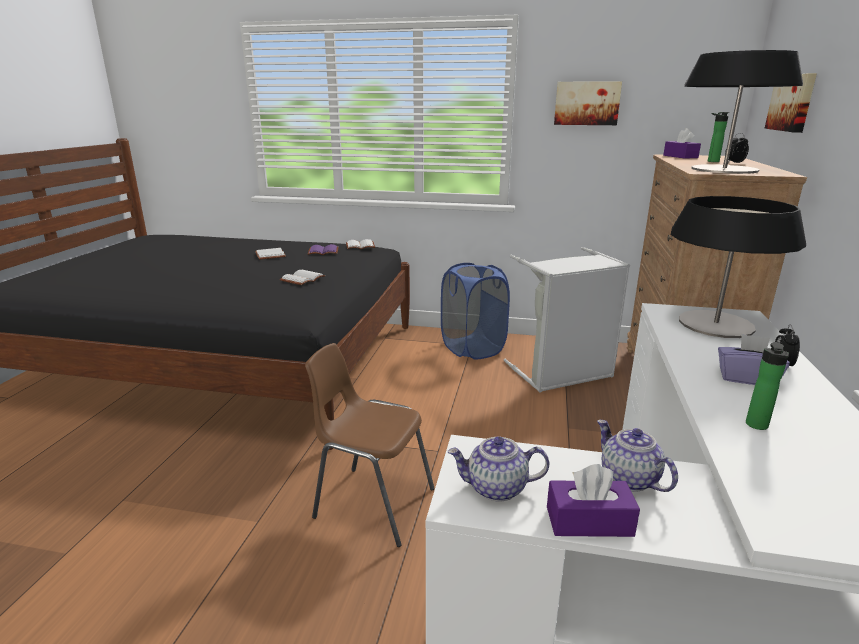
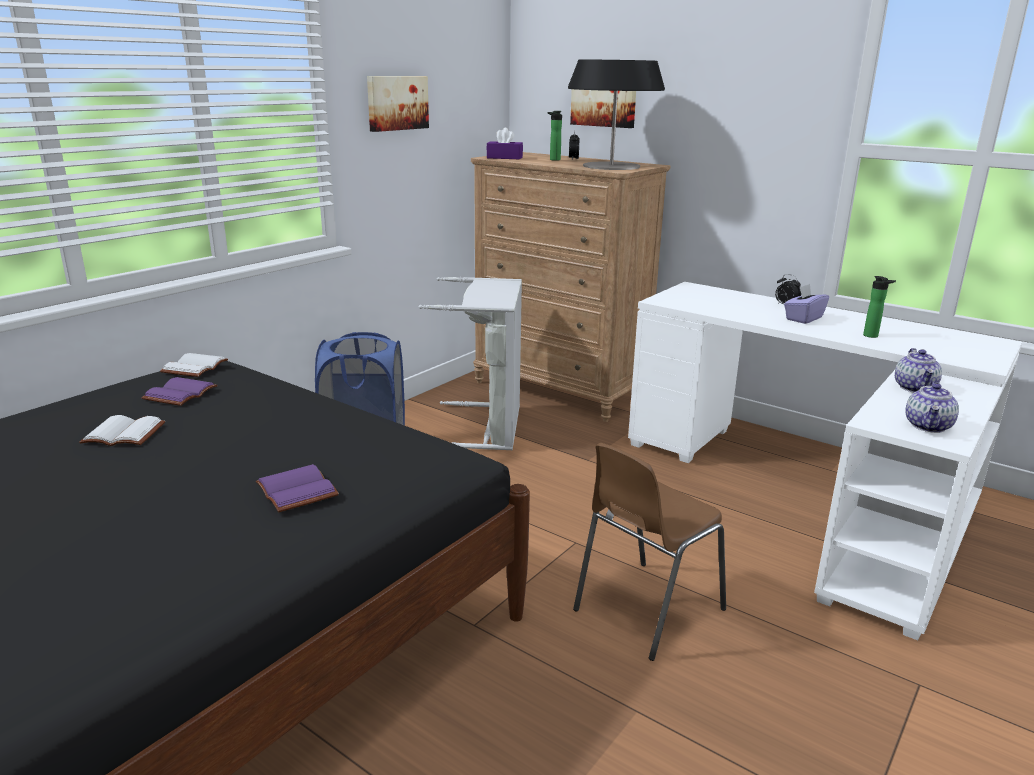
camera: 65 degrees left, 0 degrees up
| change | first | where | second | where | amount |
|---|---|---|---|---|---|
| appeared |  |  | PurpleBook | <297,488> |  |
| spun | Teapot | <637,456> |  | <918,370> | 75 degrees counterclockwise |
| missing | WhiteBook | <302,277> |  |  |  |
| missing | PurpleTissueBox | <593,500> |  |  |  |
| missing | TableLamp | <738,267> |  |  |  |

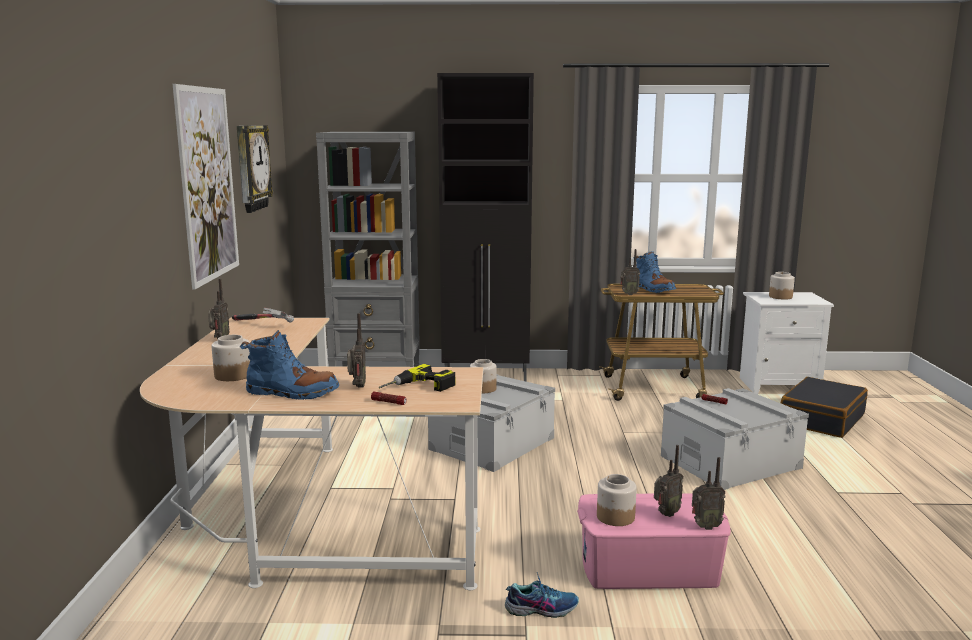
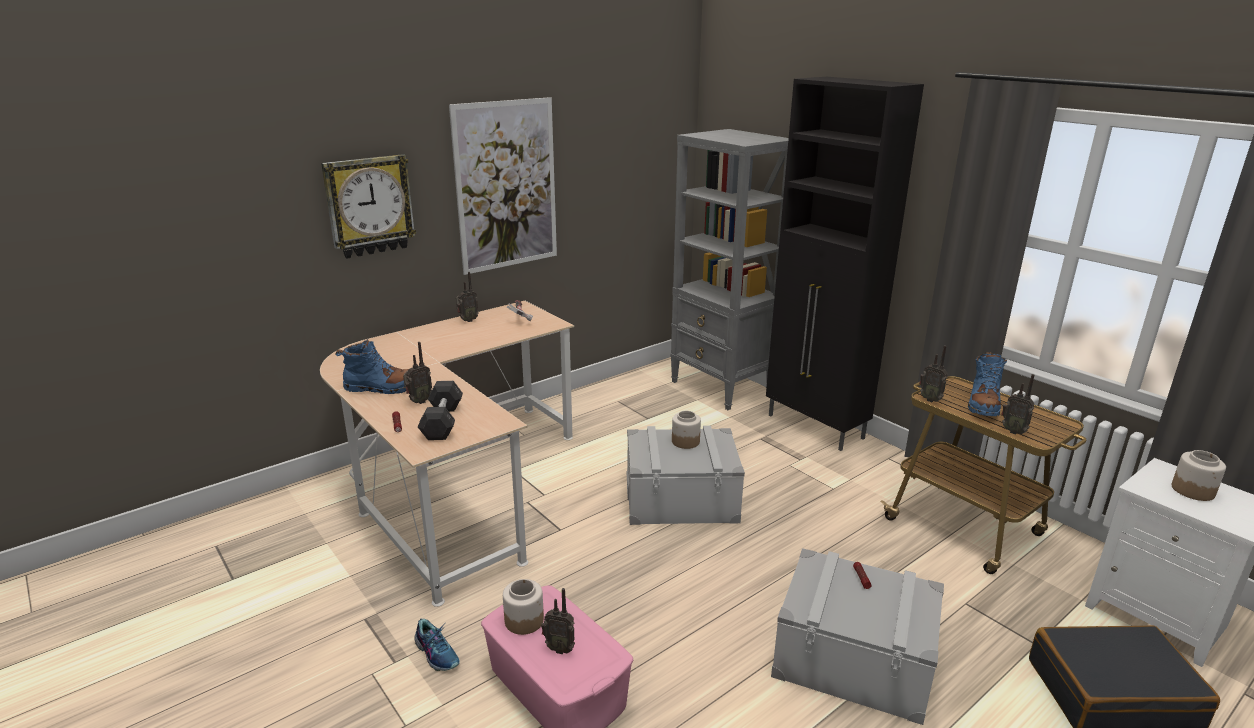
camera: 50 degrees right, 10 degrees up
| change | first | where | second | where | amount |
|---|---|---|---|---|---|
| relocated | WallClock | <255,169> |  | <368,206> |  |
| spun | BlueBoot | <289,365> |  | <372,366> | 60 degrees counterclockwise |
| exchanged | PowerDrill | <417,378> | GreyDumbbell | <440,410> |  |
| relocated | Radio | <709,493> |  | <1018,404> |  |
| missing | Jar | <230,358> |  |  |  |

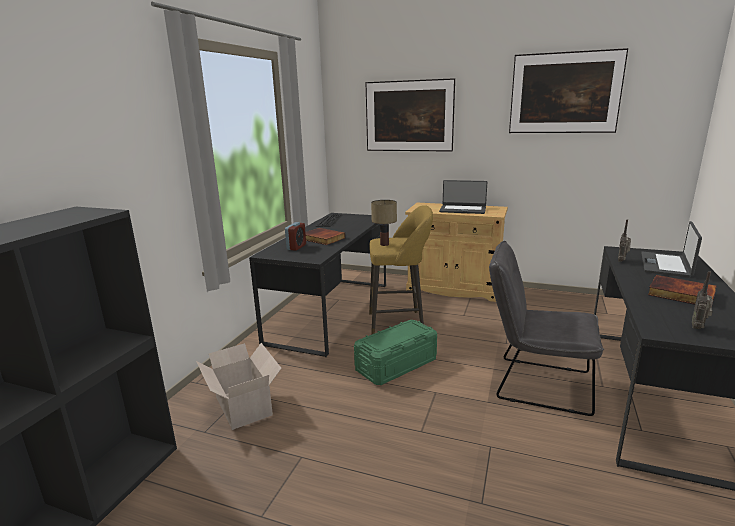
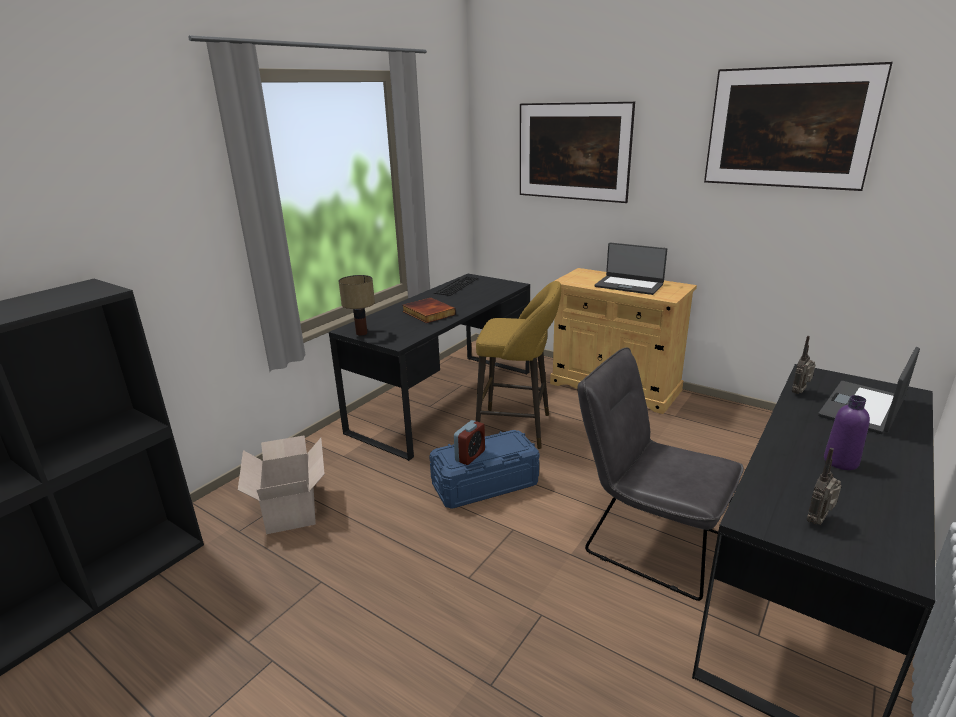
camera: 15 degrees right, 5 degrees up
| change | first | where | second | where | amount |
|---|---|---|---|---|---|
| relocated | TableLamp | <384,223> |  | <357,305> |  |
| colour | GreenStorageBox | <395,352> | BlueStorageBox | <484,469> |  |
| relocated | AlarmClock | <295,236> |  | <469,442> |  |
| exchanged | Book | <682,291> | PurpleBottle | <847,432> |  |

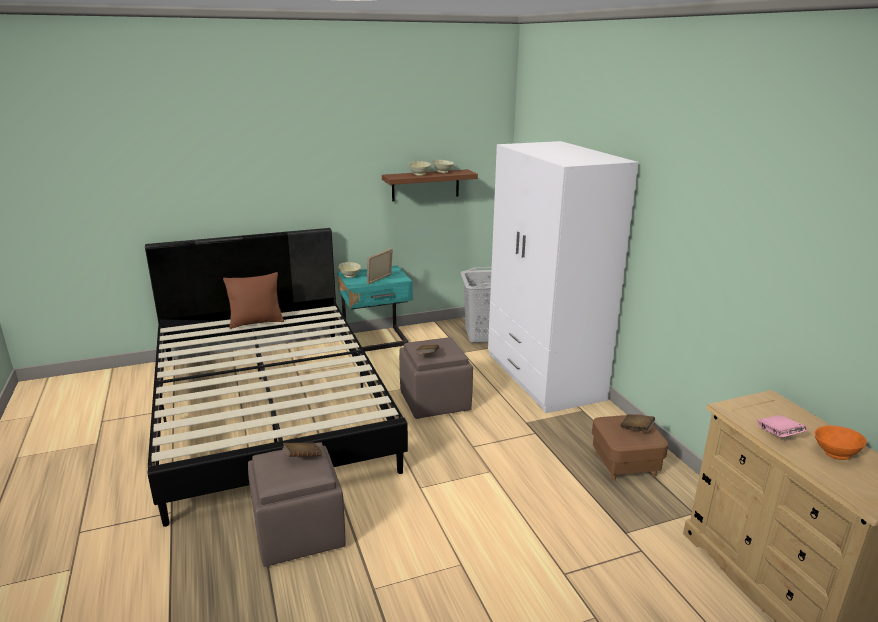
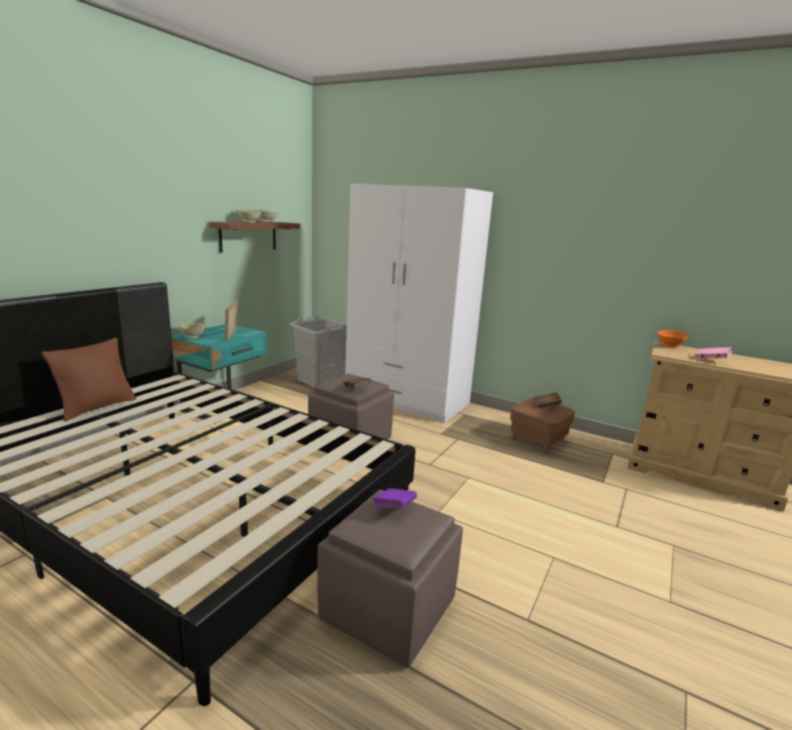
camera: 40 degrees left, 5 degrees down
| change | first | where | second | where | amount |
|---|---|---|---|---|---|
| colour | BrownBook | <302,450> | PurpleBook | <395,498> |  |
| relocated | OrangeBowl | <841,443> |  | <673,339> |  |

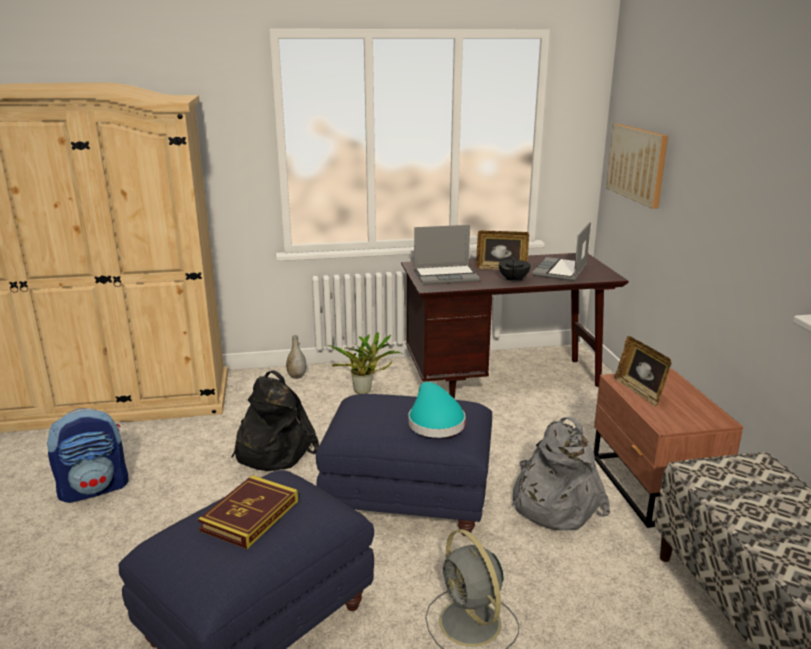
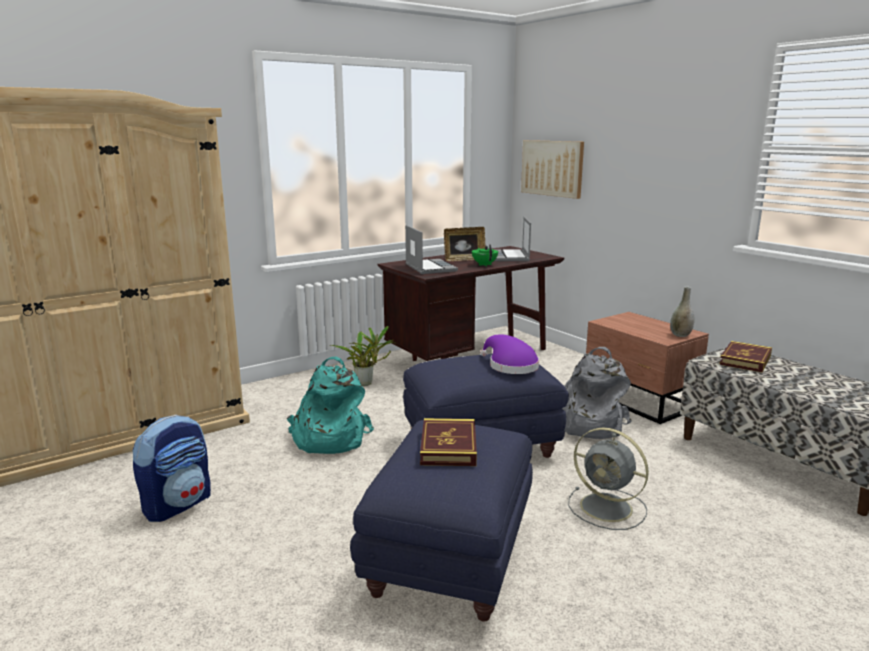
camera: 25 degrees left, 5 degrees down
| change | first | where | second | where | amount |
|---|---|---|---|---|---|
| colour | BlackBackpack | <275,420> | TurquoiseBackpack | <330,405> |  |
| spun | Laptop | <447,255> |  | <431,249> | 75 degrees counterclockwise |
| colour | BlackTeapot | <515,270> | GreenTeapot | <485,255> |  |
| colour | TurquoiseHat | <437,410> | PurpleHat | <509,354> |  |
| relocated | GreyVase | <296,357> |  | <682,311> |  |
| appeared |  |  | Book | <745,357> |  |
| missing | PictureFrame | <643,371> |  |  |  |

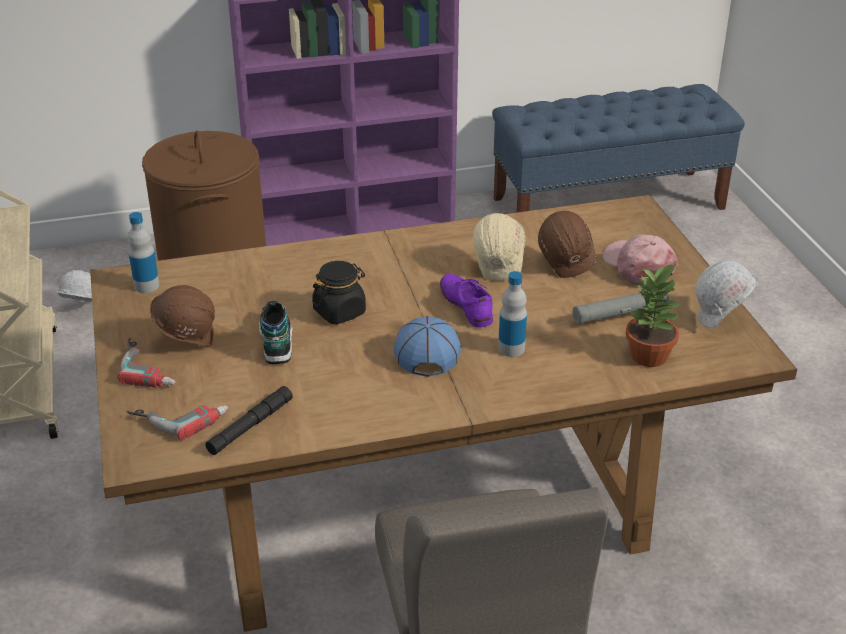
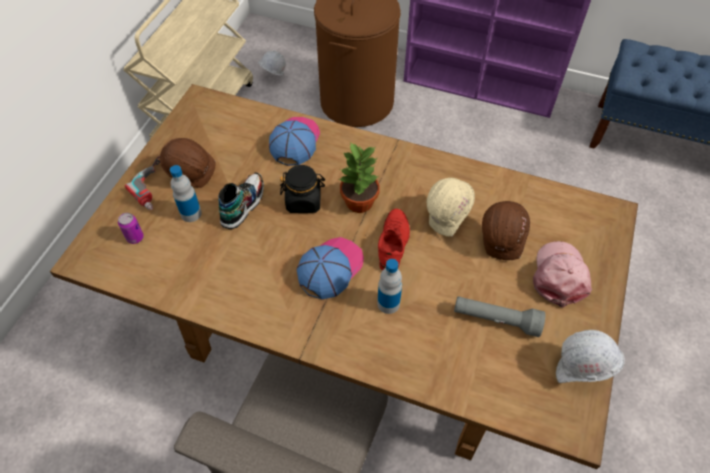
camera: 35 degrees right, 20 degrees up
| change | first | where | second | where | amount |
|---|---|---|---|---|---|
| exchanged | PowerDrill | <177,423> | Can | <131,228> |  |
| relocated | Bottle | <143,252> |  | <186,193> |  |
| appeared |  |  | Cap | <294,141> |  |
| relocated | PottedPlant | <654,315> |  | <359,177> |  |
| colour | PurpleShoe | <466,301> | RedShoe | <394,240> |  |
| missing | BlackFlashlight | <249,420> |  |  |  |

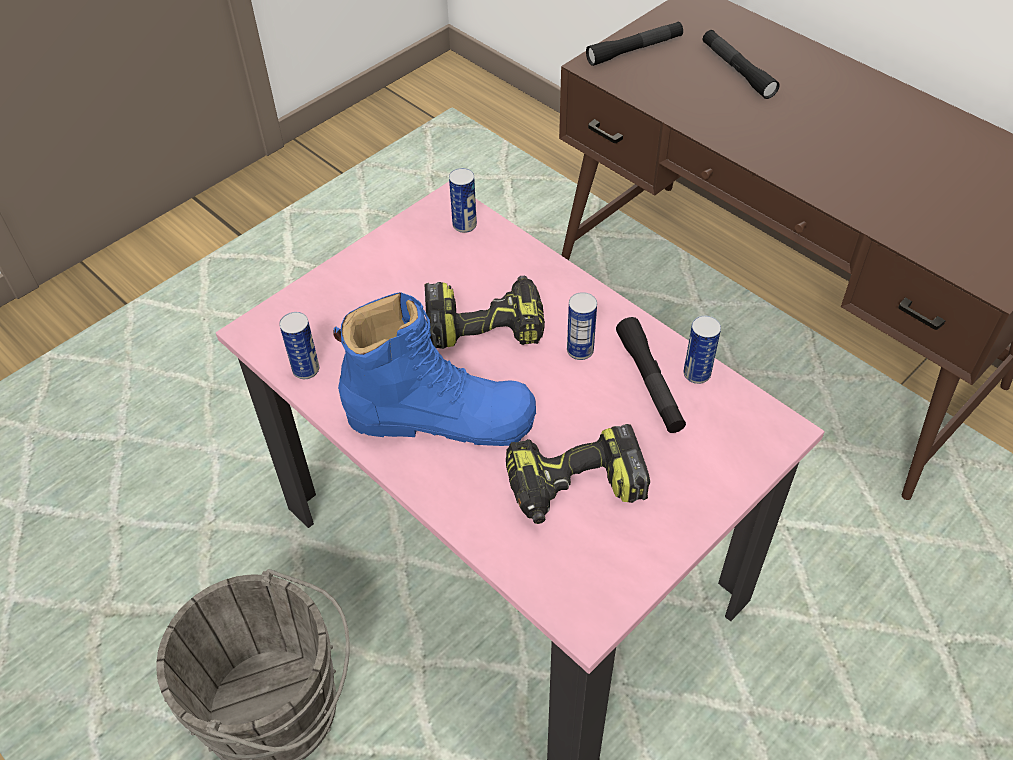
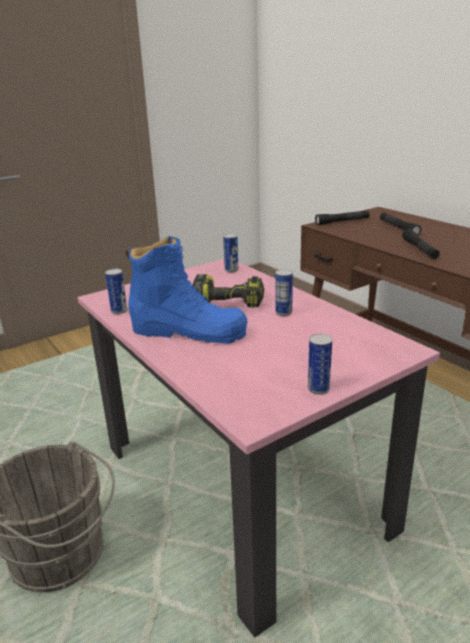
camera: 10 degrees right, 25 degrees down
| change | first | where | second | where | amount |
|---|---|---|---|---|---|
| relocated | Can | <702,350> |  | <320,364> |  |
| relocated | BlackFlashlight | <651,375> |  | <421,244> |  |
| missing | PowerDrill | <578,474> |  |  |  |

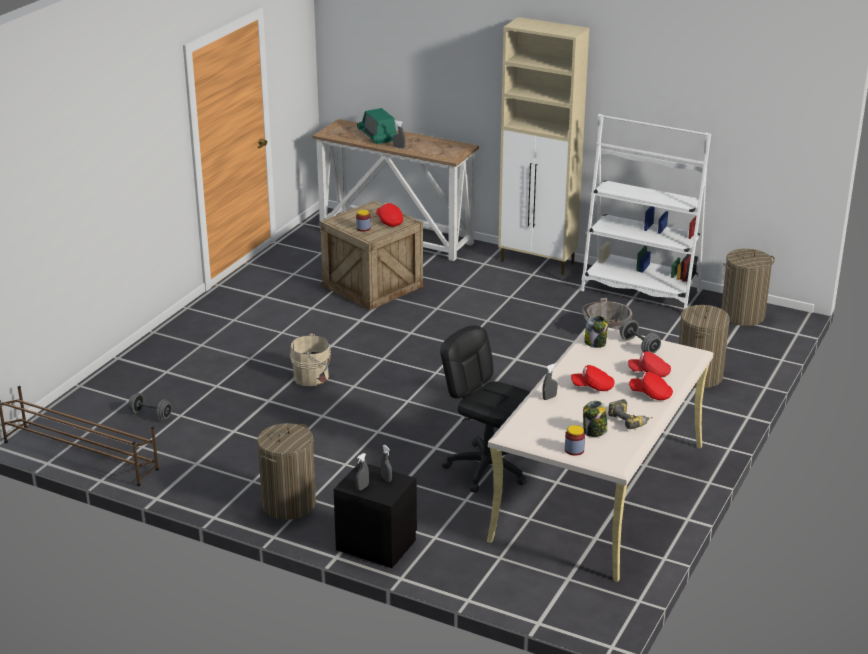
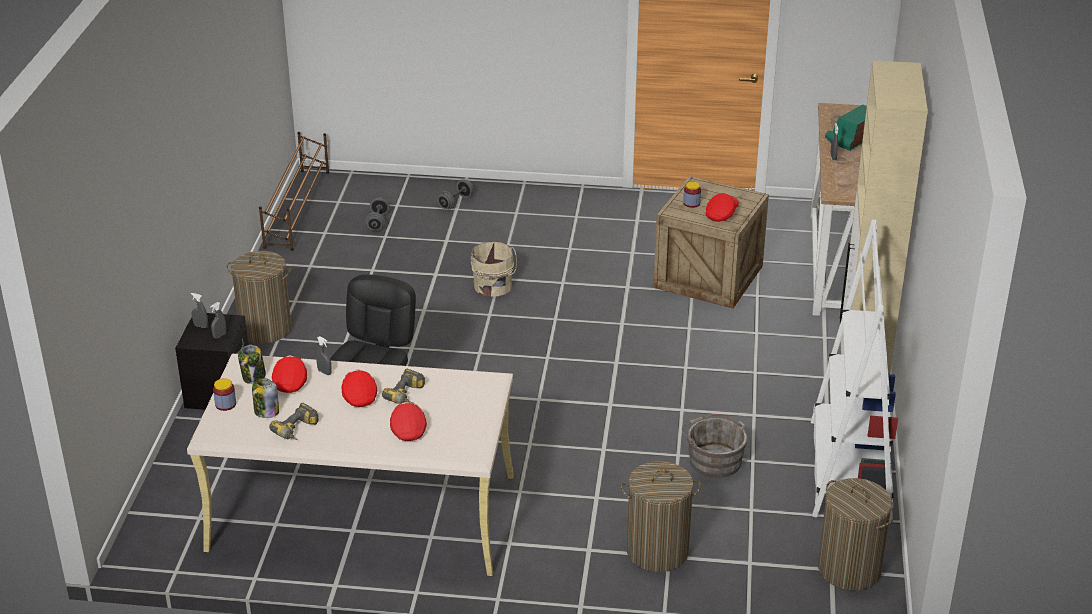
camera: 70 degrees right, 5 degrees up
| change | first | where | second | where | amount |
|---|---|---|---|---|---|
| relocated | Jar | <596,331> |  | <252,364> |  |
| relocated | RedCap | <651,386> |  | <289,374> |  |
| appeared |  |  | PowerDrill | <403,386> |  |
| relocated | GreyDumbbell | <640,336> |  | <455,194> |  |

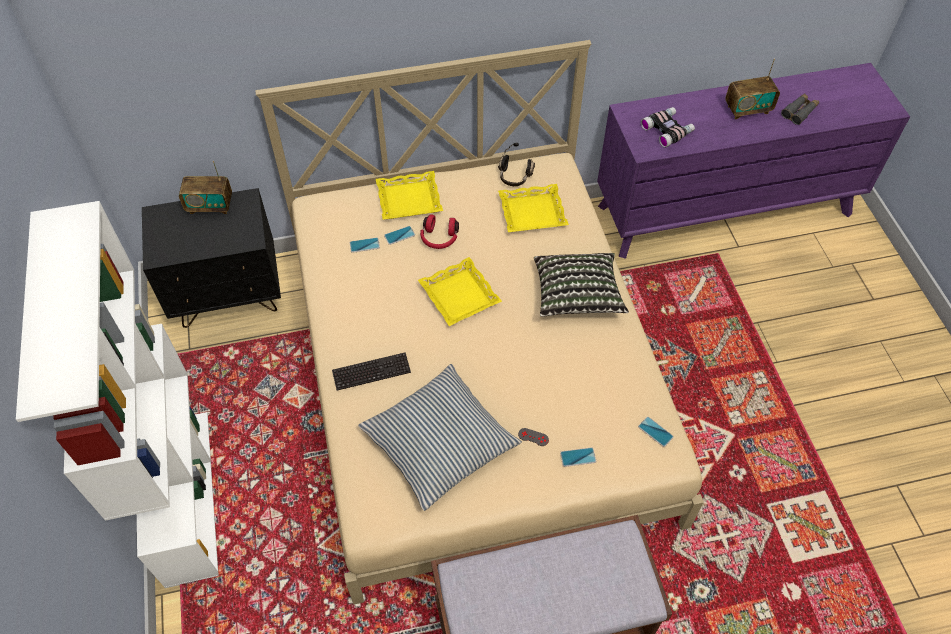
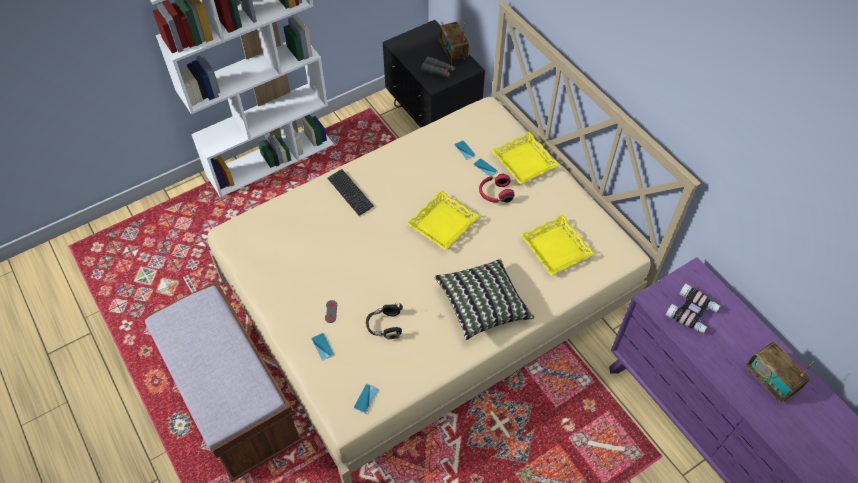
camera: 70 degrees right, 0 degrees up
| change | first | where | second | where | amount |
|---|---|---|---|---|---|
| relocated | BlackHeadphones | <516,164> |  | <384,321> |  |
| relocated | GreyBinoculars | <800,109> |  | <438,67> |  |
| missing | Pillow | <440,437> |  |  |  |

